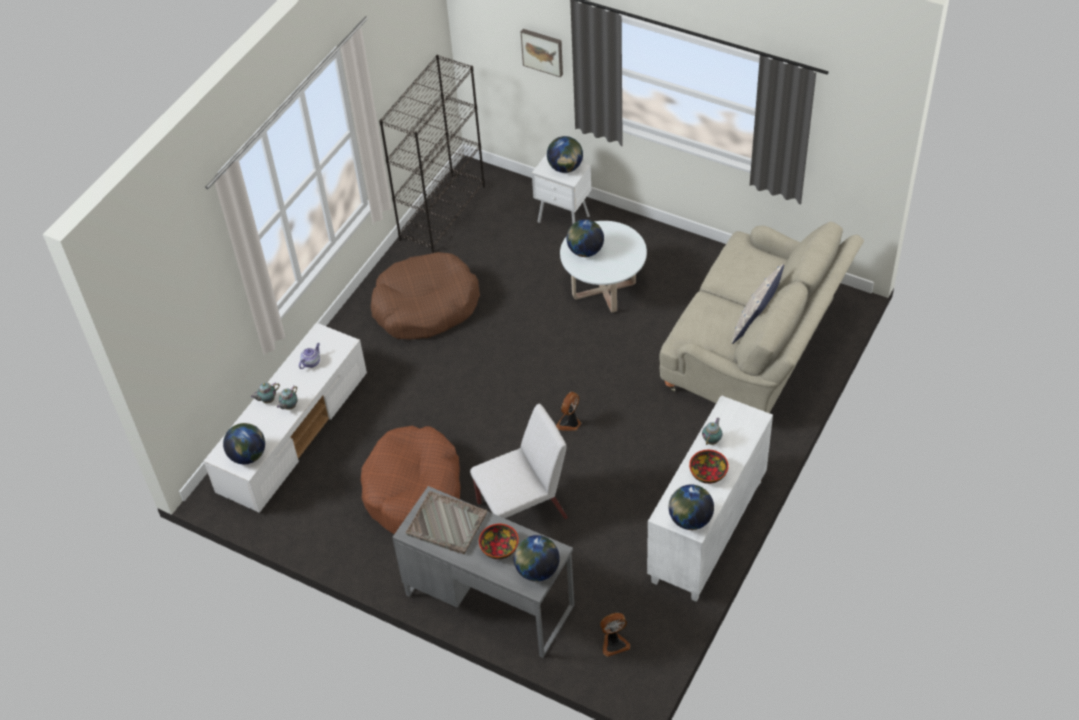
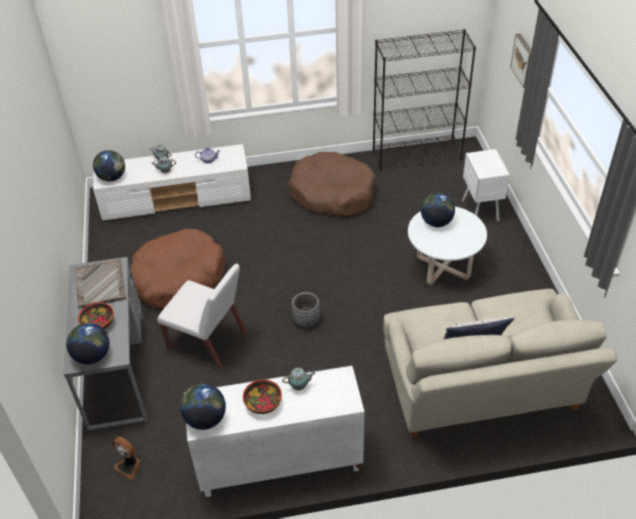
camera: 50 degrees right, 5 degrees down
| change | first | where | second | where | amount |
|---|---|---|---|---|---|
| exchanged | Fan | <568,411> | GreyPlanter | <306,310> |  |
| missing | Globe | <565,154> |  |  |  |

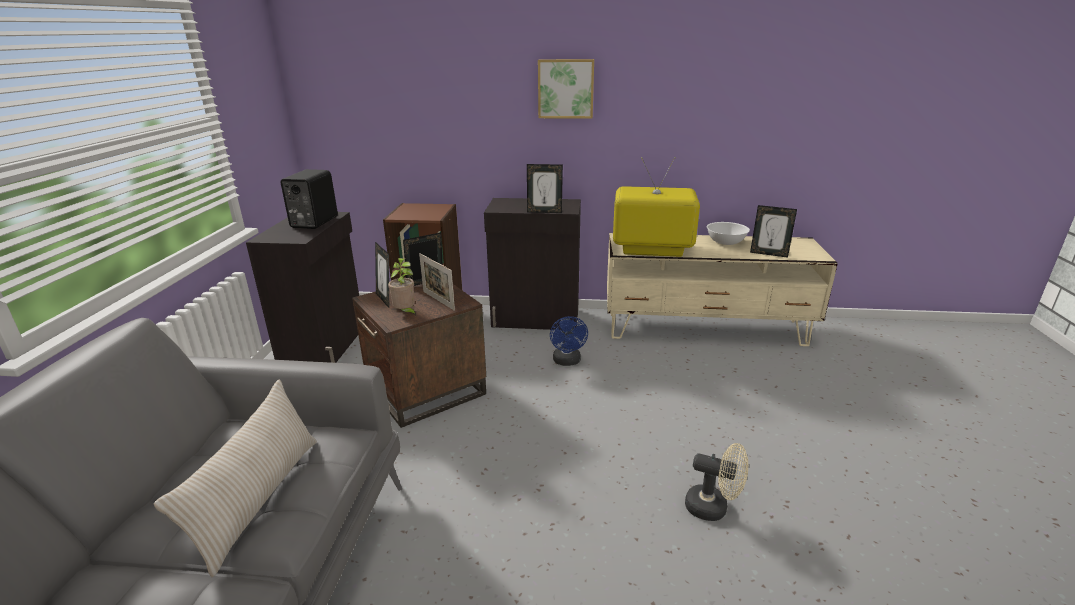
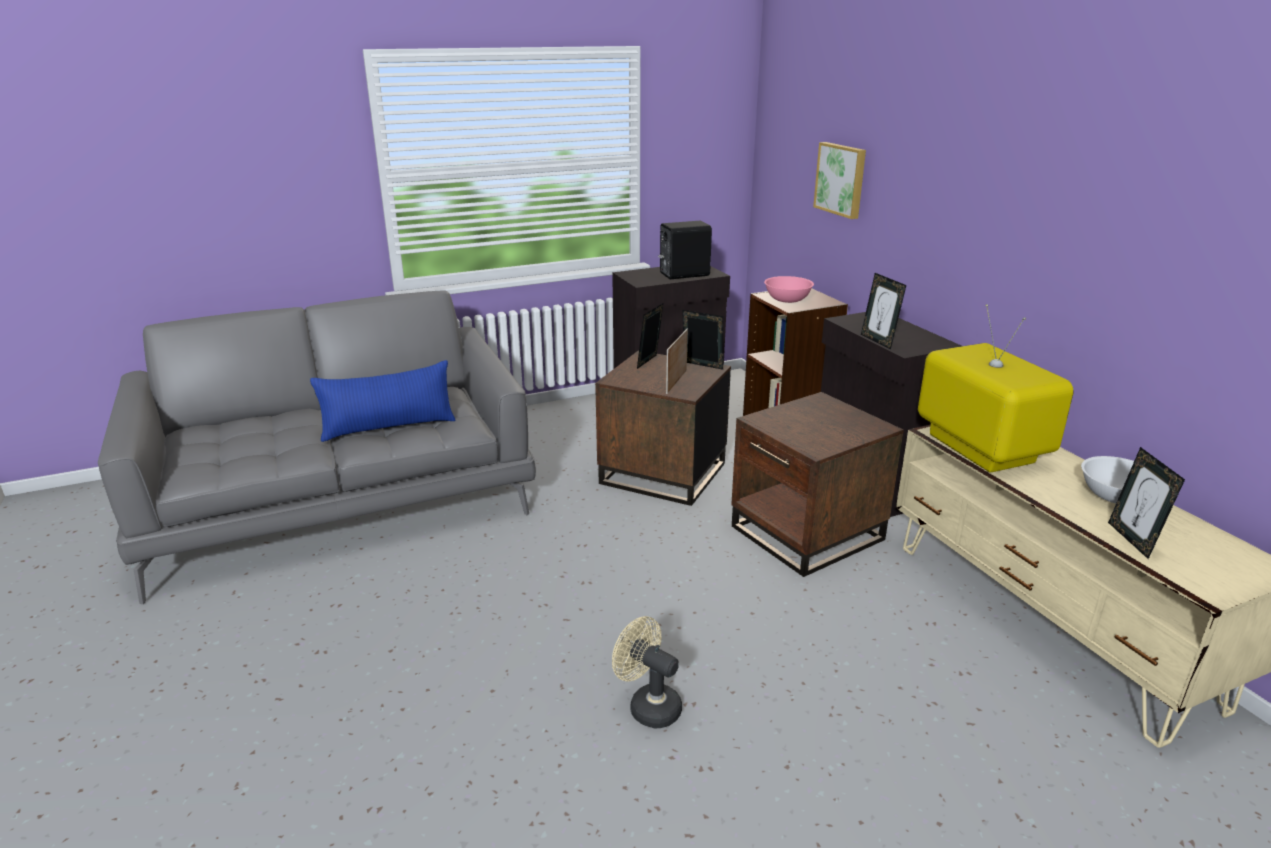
camera: 60 degrees right, 0 degrees up
| change | first | where | second | where | amount |
|---|---|---|---|---|---|
| colour | BeigePillow | <235,478> | BluePillow | <383,401> |  |
| spun | BeigeFan | <716,482> |  | <647,672> | 135 degrees clockwise |
| exchanged | BlueFan | <569,341> | BrownSideTable | <817,484> |  |
| appeared |  |  | PinkBowl | <789,289> |  |
| relocated | Picture | <566,89> |  | <839,180> |  |
| missing | PottedPlant | <402,287> |  |  |  |

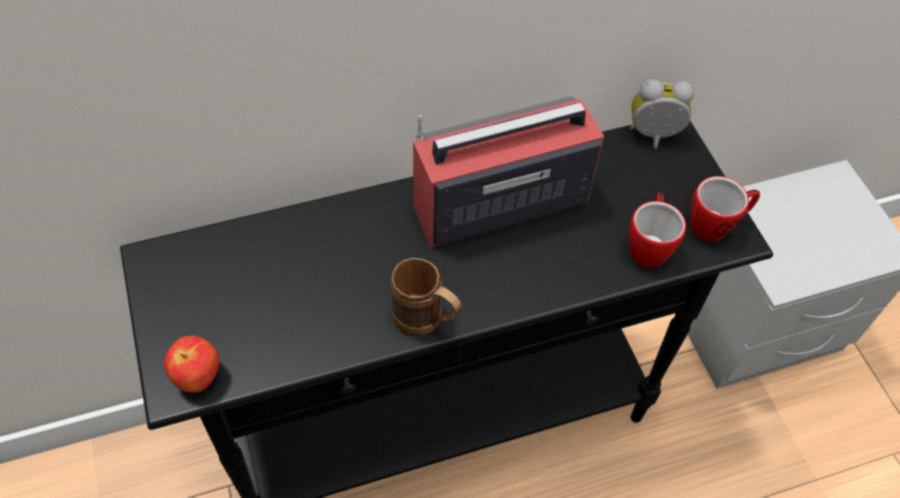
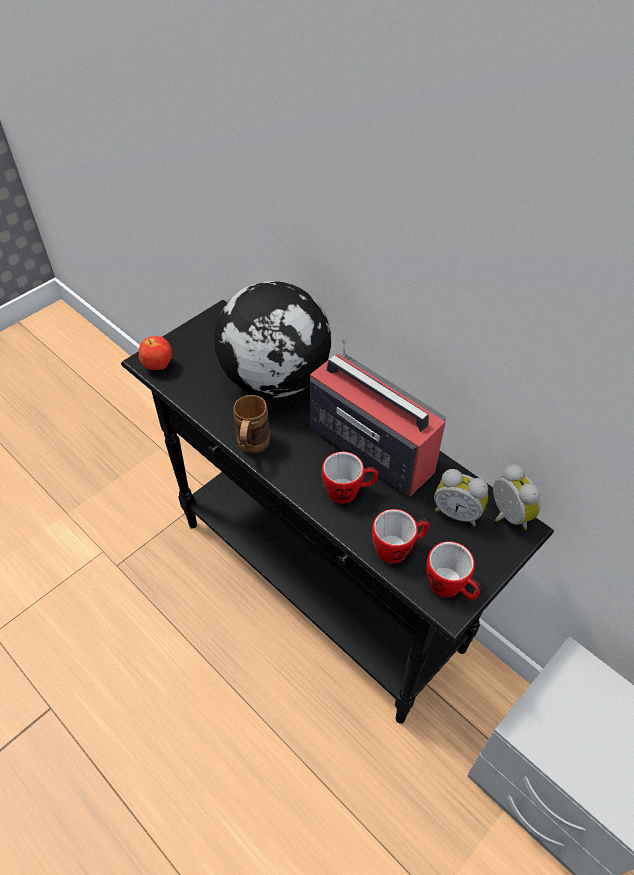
camera: 65 degrees right, 5 degrees down
| change | first | where | second | where | amount |
|---|---|---|---|---|---|
| appeared |  |  | Globe | <272,339> |  |
| appeared |  |  | Mug | <350,477> |  |
| appeared |  |  | AlarmClock | <461,498> |  |

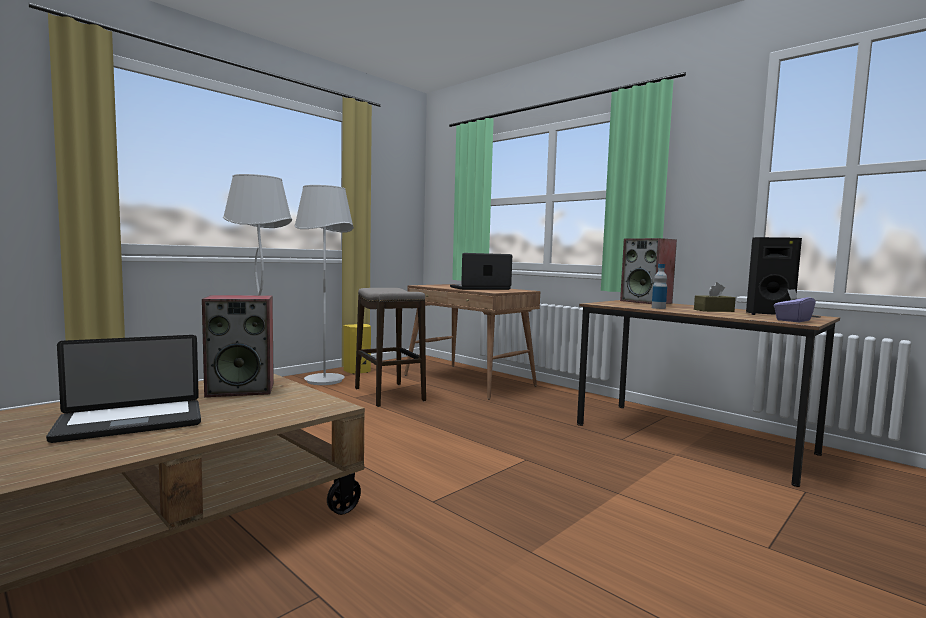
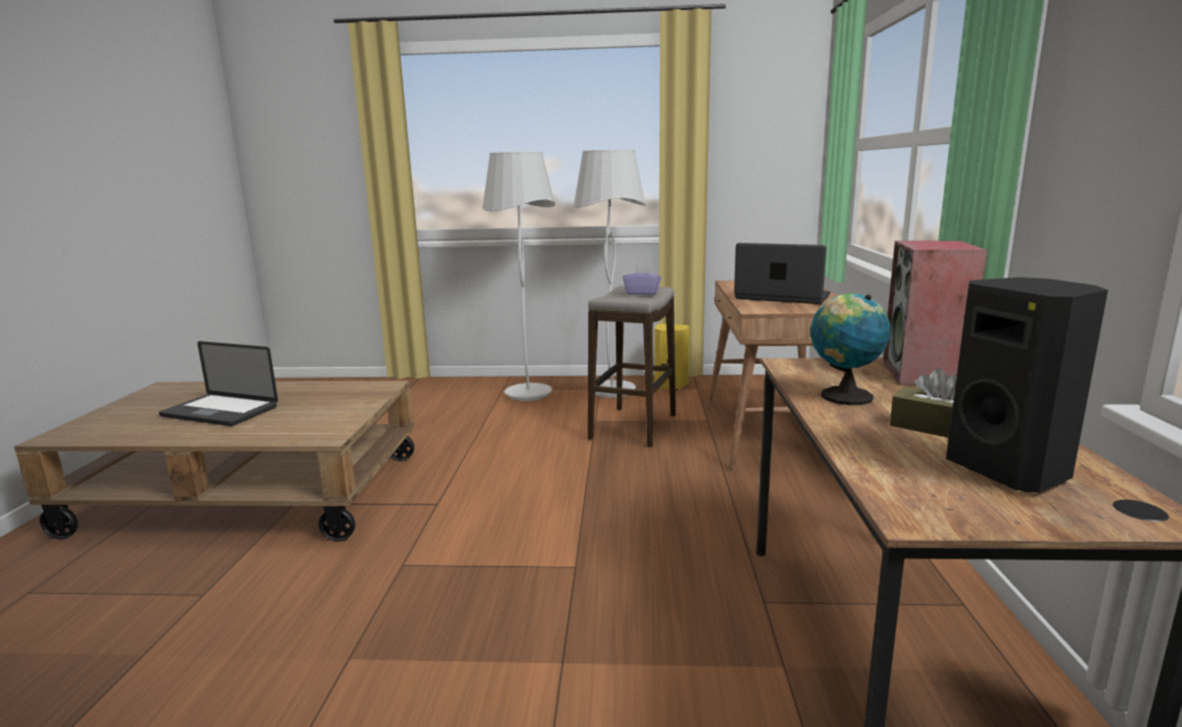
camera: 50 degrees right, 10 degrees up
| change | first | where | second | where | amount |
|---|---|---|---|---|---|
| relocated | PurpleTissueBox | <795,305> |  | <642,280> |  |
| exchanged | Bottle | <659,286> | Globe | <850,349> |  |
| missing | Speaker | <238,346> |  |  |  |

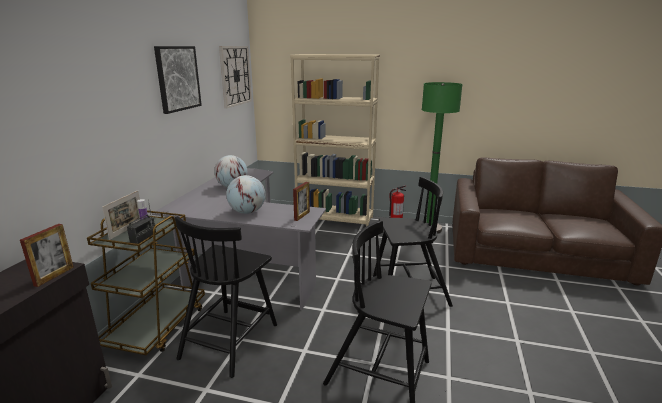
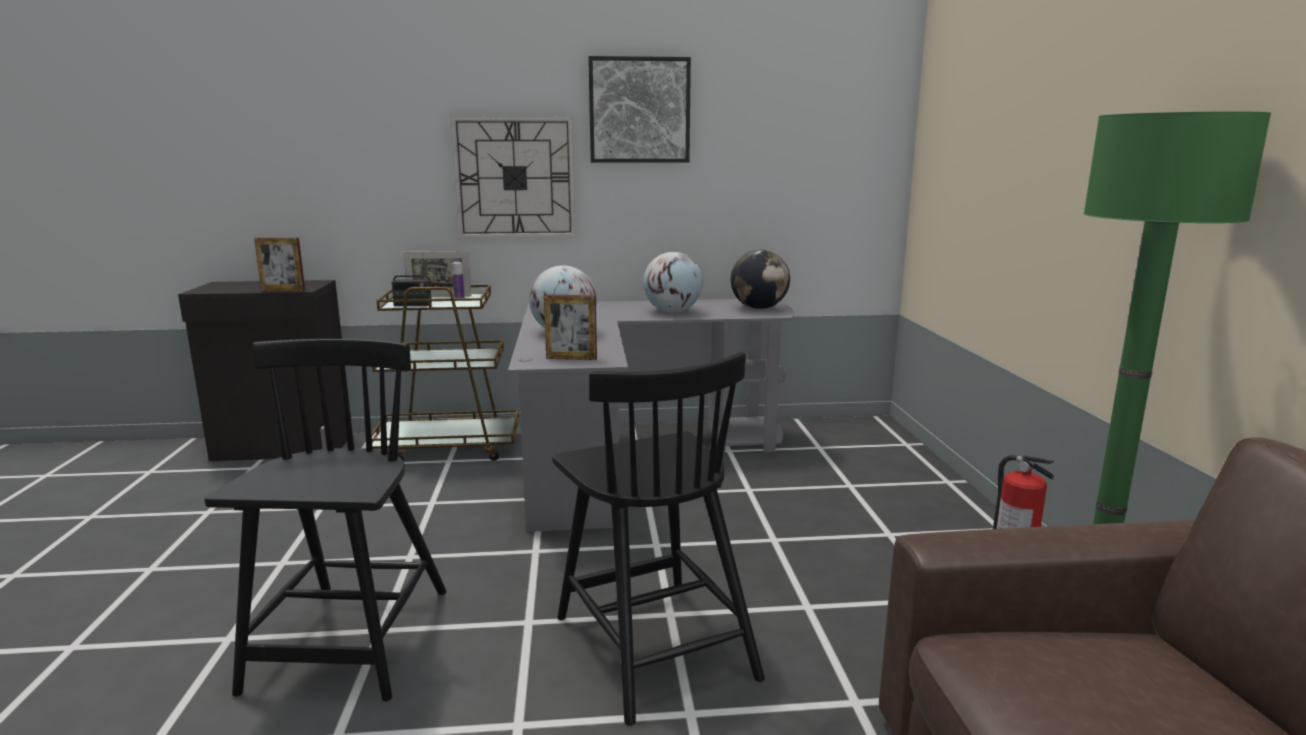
camera: 70 degrees right, 5 degrees down
| change | first | where | second | where | amount |
|---|---|---|---|---|---|
| relocated | WallClock | <235,77> |  | <513,177> |  |
| appeared |  |  | Globe | <760,279> |  |
| missing | BlackChair | <226,297> |  |  |  |
| missing | BeigeBookcase | <335,140> |  |  |  |

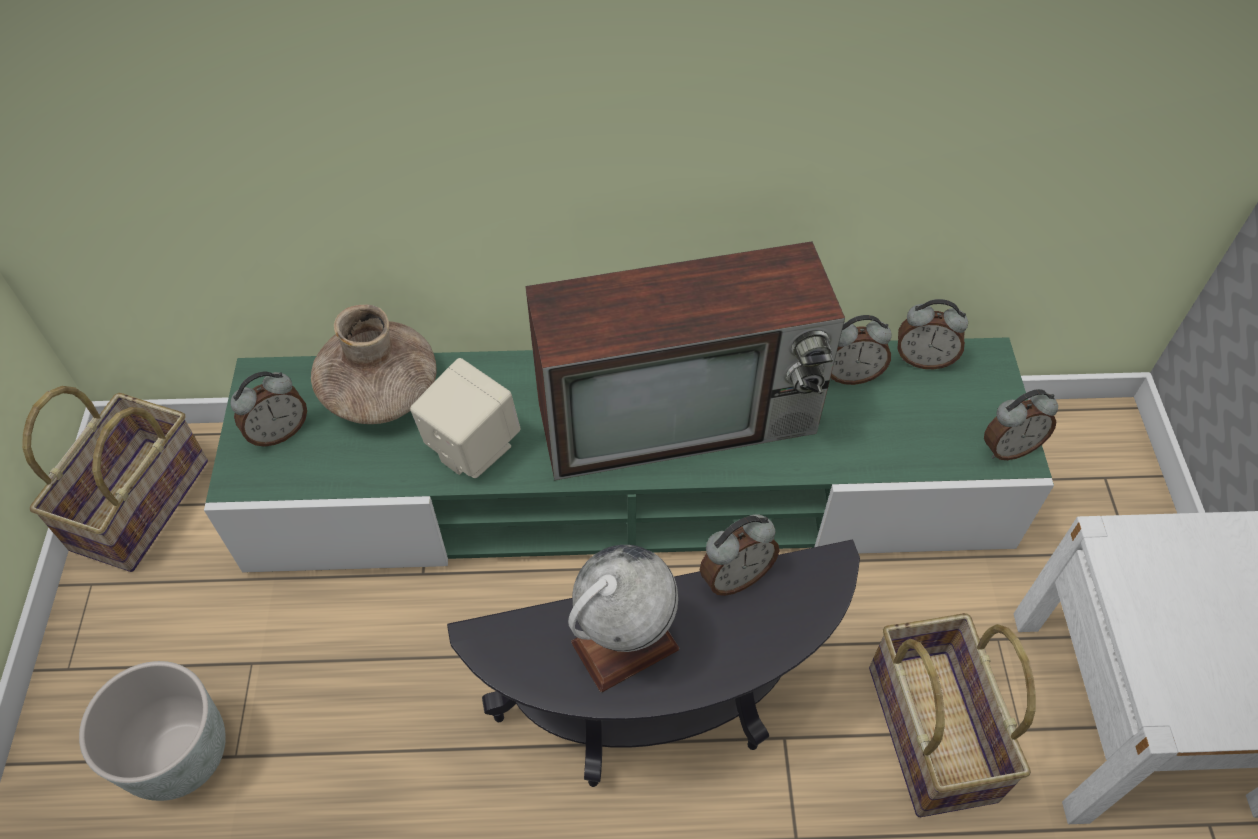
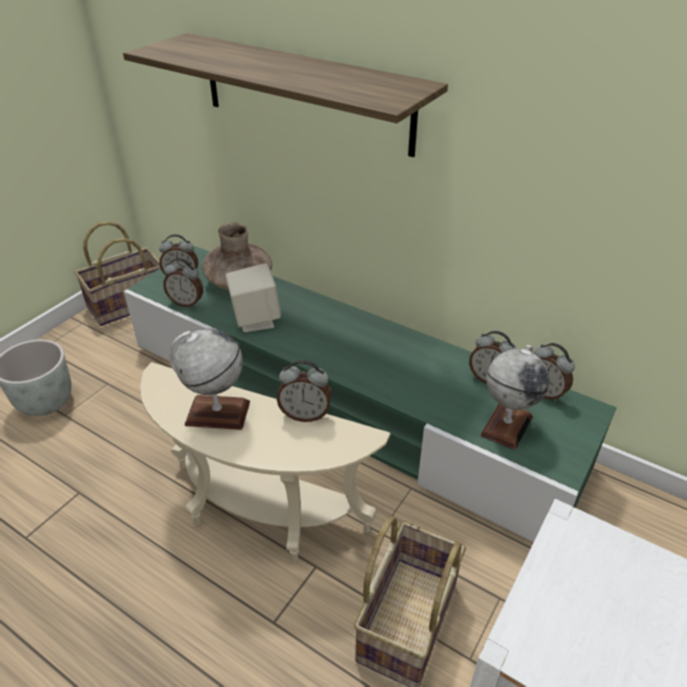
camera: 35 degrees right, 15 degrees down
| change | first | where | second | where | amount |
|---|---|---|---|---|---|
| appeared |  |  | Shelf | <285,95> |  |
| colour | BlackSideTable | <653,663> | BeigeSideTable | <265,462> |  |
| relocated | AlarmClock | <1021,424> |  | <183,282> |  |
| appeared |  |  | Globe | <514,397> |  |
| missing | Television | <685,360> |  |  |  |

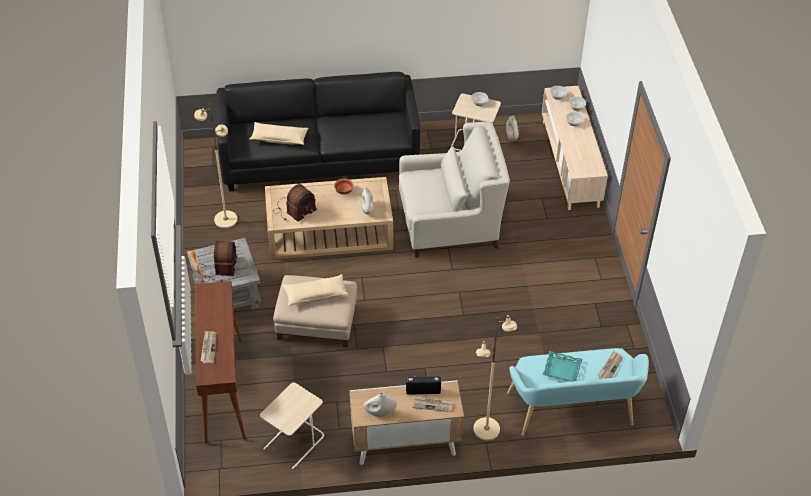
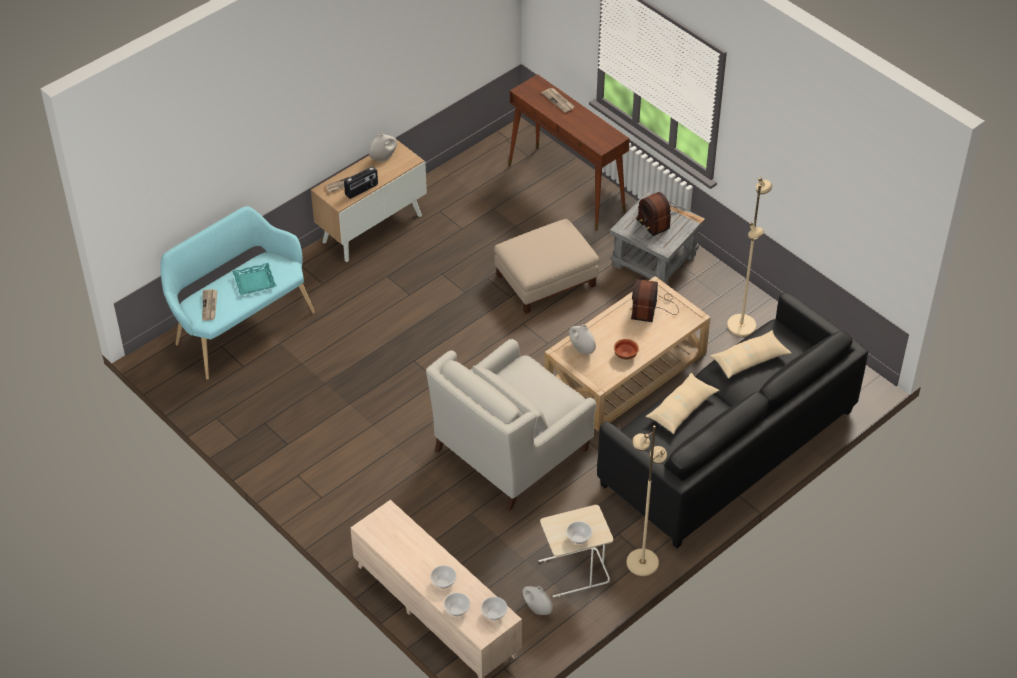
camera: 145 degrees right, 0 degrees up
| change | first | where | second | where | amount |
|---|---|---|---|---|---|
| relocated | BeigeFloorLamp | <495,377> |  | <647,501> |  |
| relocated | BeigePillow | <316,290> |  | <683,403> |  |
| missing | BeigeSideTable | <292,425> |  |  |  |

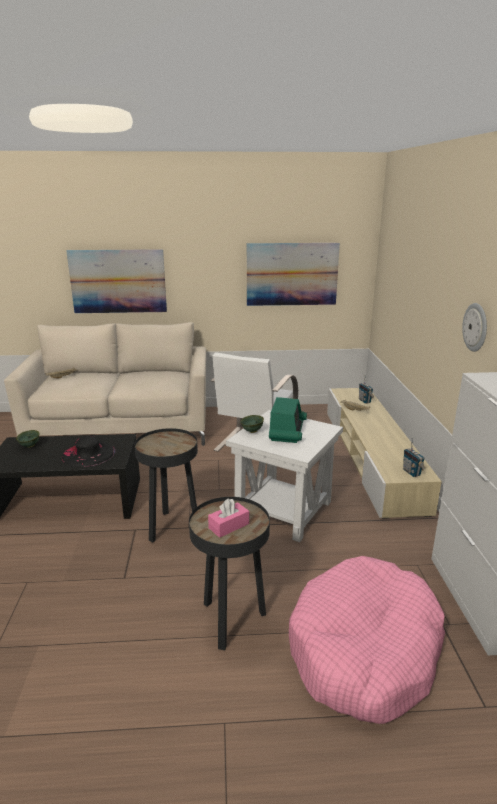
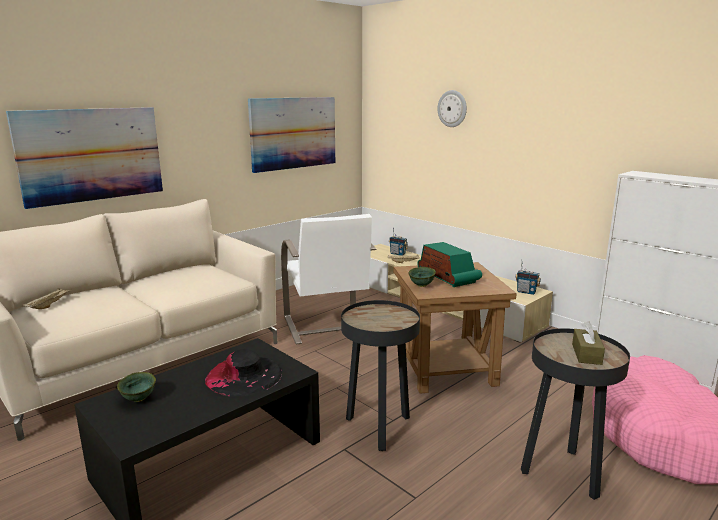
camera: 40 degrees left, 5 degrees down
| change | first | where | second | where | amount |
|---|---|---|---|---|---|
| colour | WhiteSideTable | <284,476> | BrownSideTable | <455,328> |  |
| relocated | WallClock | <474,327> |  | <452,108> |  |
| colour | PinkTissueBox | <228,518> | BrownTissueBox | <588,343> |  |

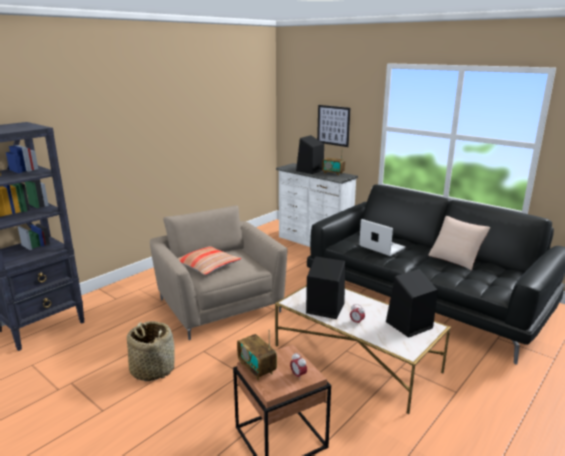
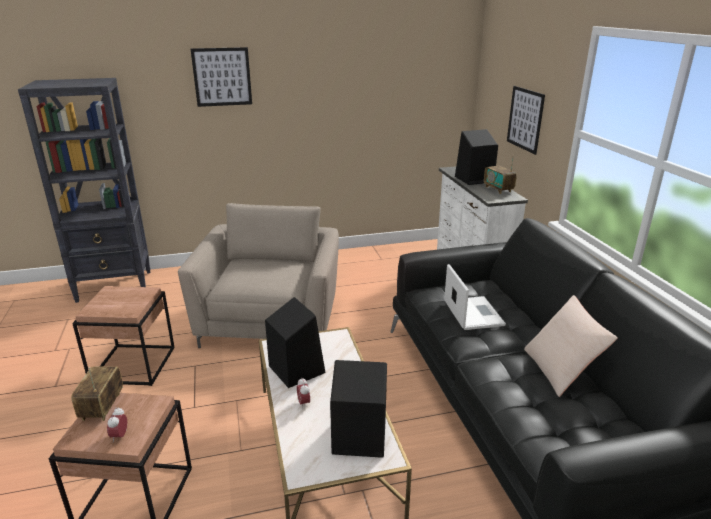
camera: 35 degrees right, 5 degrees up
| change | first | where | second | where | amount |
|---|---|---|---|---|---|
| exchanged | Basket | <151,351> | BrownSideTable | <123,336> |  |
| appeared |  |  | Picture | <221,77> |  |
| missing | Pillow | <209,260> |  |  |  |

